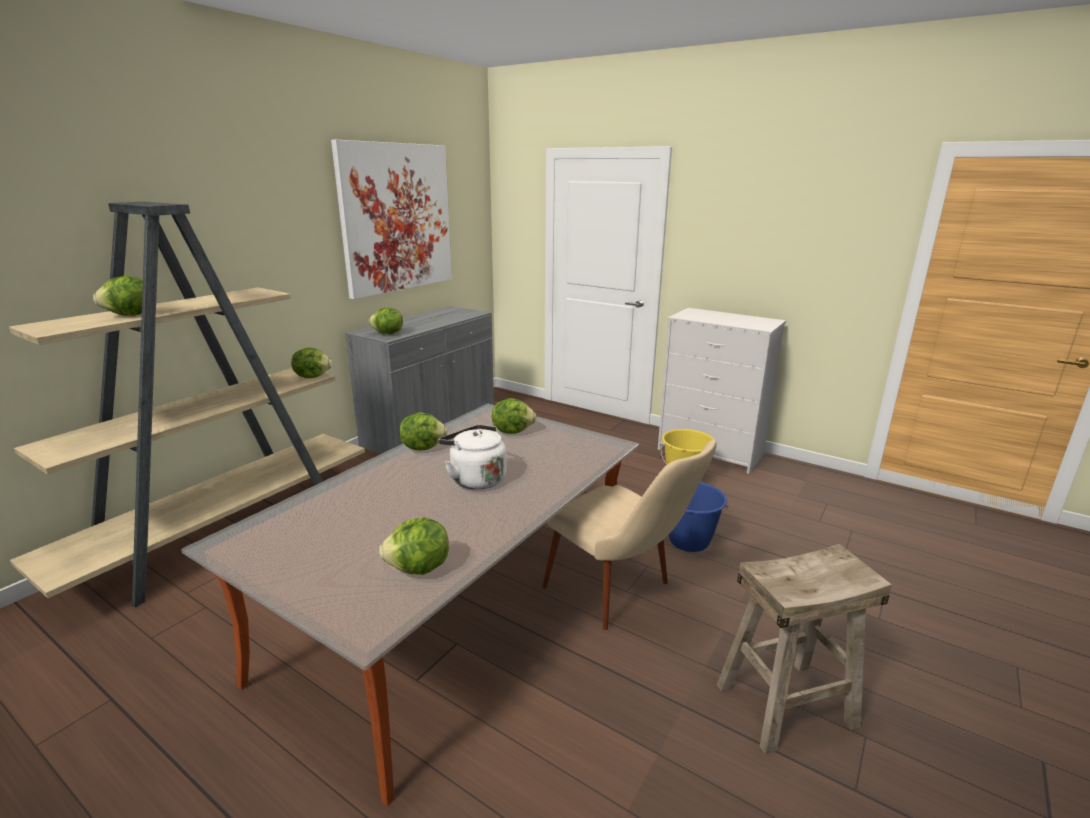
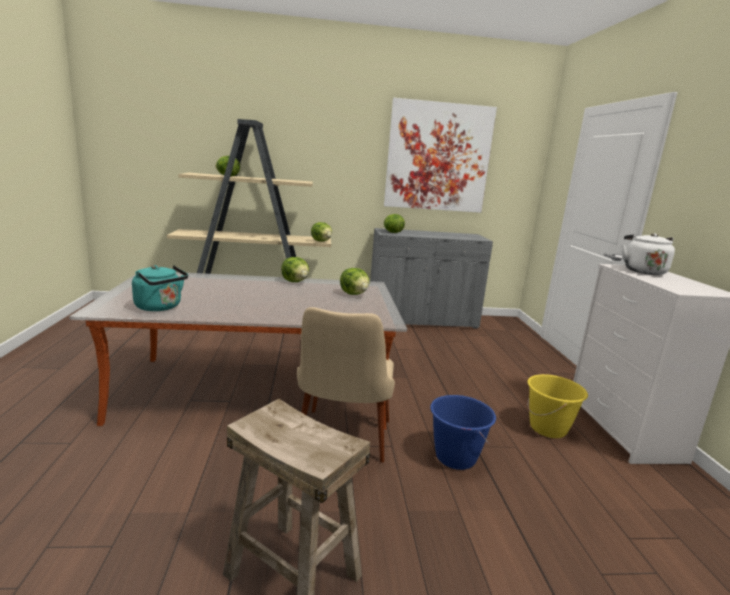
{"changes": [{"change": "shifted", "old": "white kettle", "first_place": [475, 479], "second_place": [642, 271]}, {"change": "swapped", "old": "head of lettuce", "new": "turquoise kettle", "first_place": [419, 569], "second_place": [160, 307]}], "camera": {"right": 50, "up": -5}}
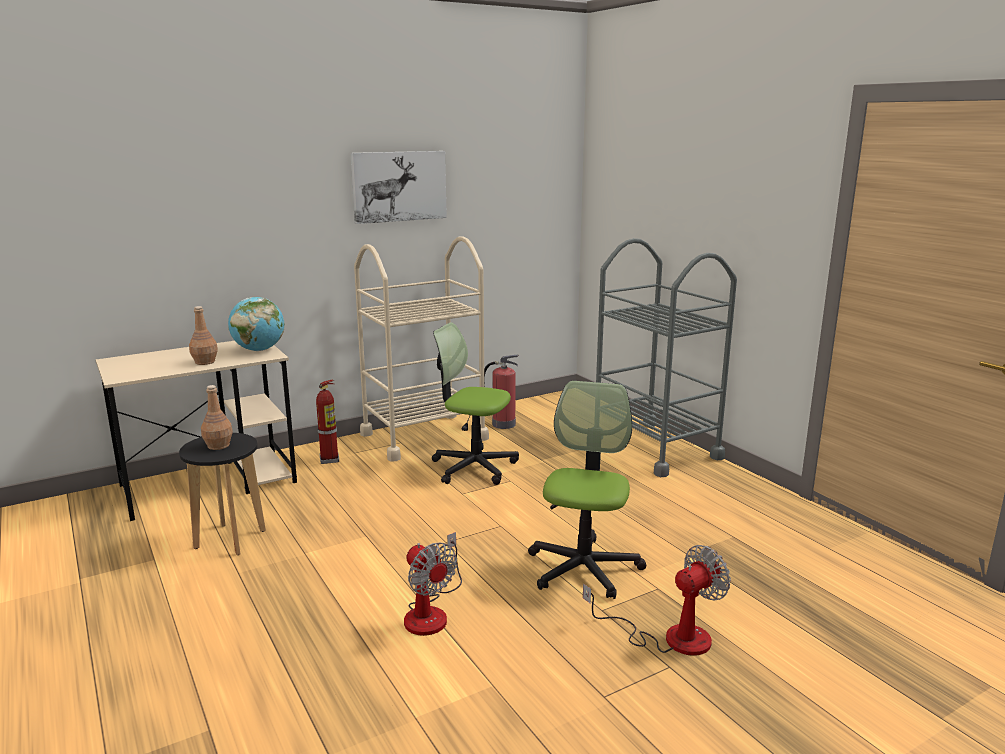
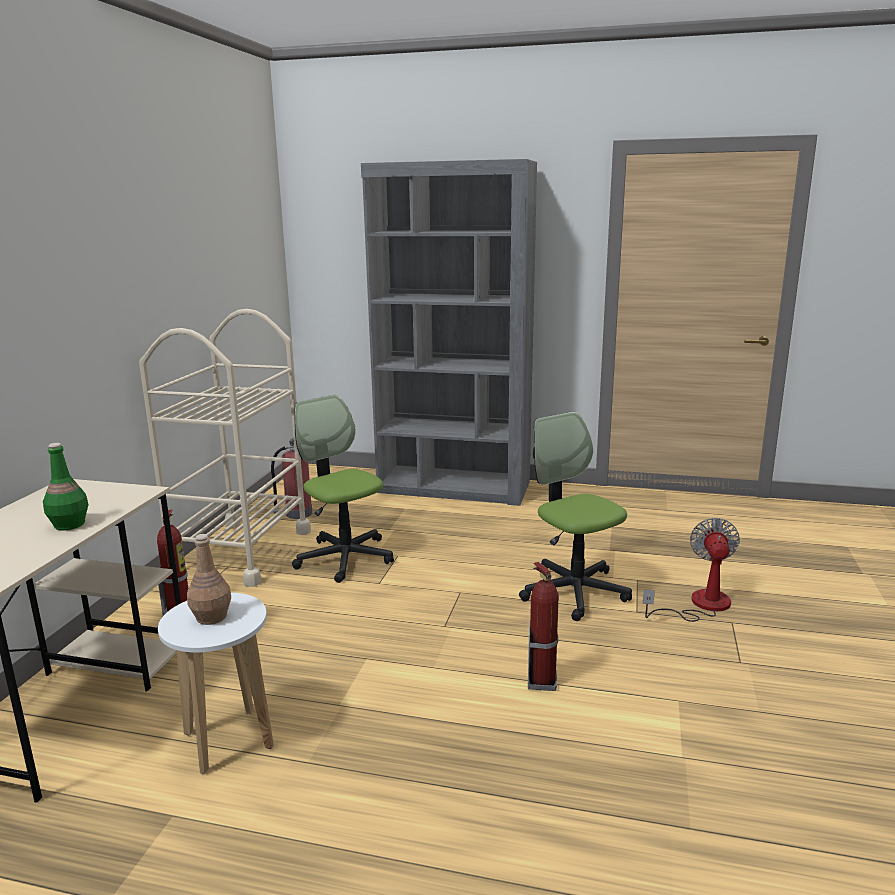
{"changes": [{"change": "gone", "old": "wall art", "first_place": [399, 186]}, {"change": "swapped", "old": "greyish wheeled cart", "new": "greyish bookshelf", "first_place": [655, 448], "second_place": [454, 488]}, {"change": "gone", "old": "desk globe", "first_place": [259, 350]}, {"change": "repainted", "old": "brown-coloured bottle", "new": "green bottle", "first_place": [204, 362], "second_place": [69, 525]}, {"change": "rotated", "old": "computer chair", "first_place": [474, 467], "second_place": [344, 558], "degrees": 75}, {"change": "repainted", "old": "blackish stool seat", "new": "white stool seat", "first_place": [230, 539], "second_place": [228, 741]}, {"change": "swapped", "old": "cooling fan", "new": "fire-fighting cylinder", "first_place": [431, 612], "second_place": [542, 681]}], "camera": {"right": -45, "up": 0}}
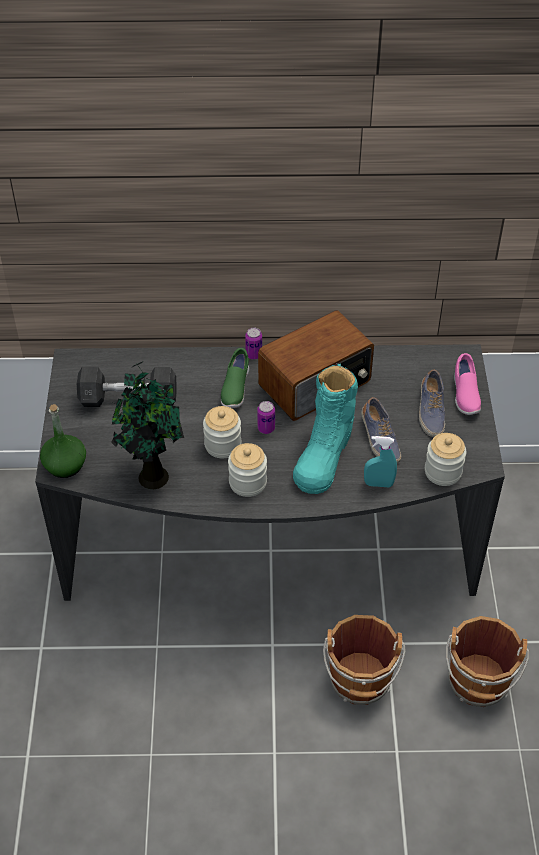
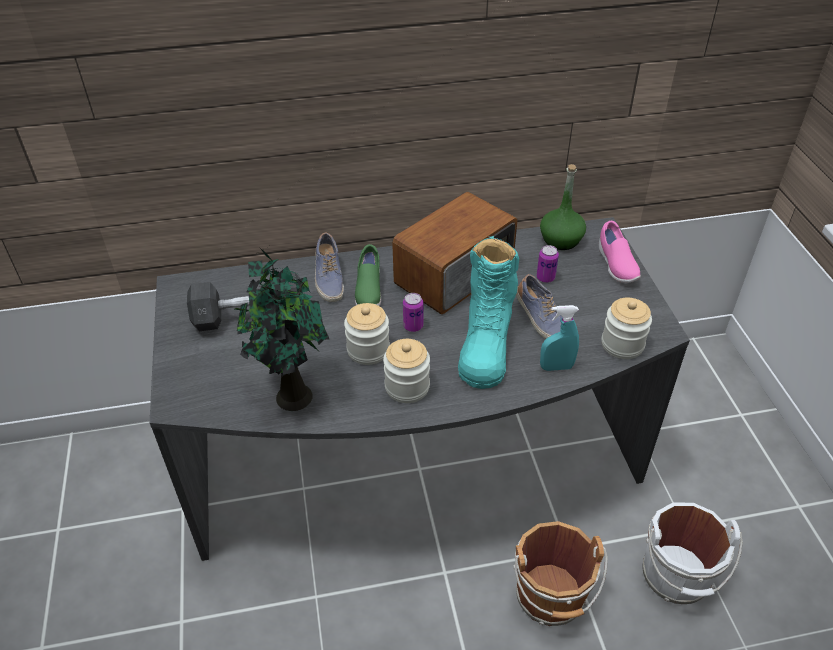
{"changes": [{"change": "shifted", "old": "can", "first_place": [254, 354], "second_place": [545, 278]}, {"change": "shifted", "old": "shoe", "first_place": [430, 411], "second_place": [328, 278]}, {"change": "shifted", "old": "green bottle", "first_place": [65, 465], "second_place": [561, 240]}, {"change": "repainted", "old": "brown-coloured pail", "new": "white pail", "first_place": [478, 684], "second_place": [676, 578]}], "camera": {"right": -10, "up": -5}}
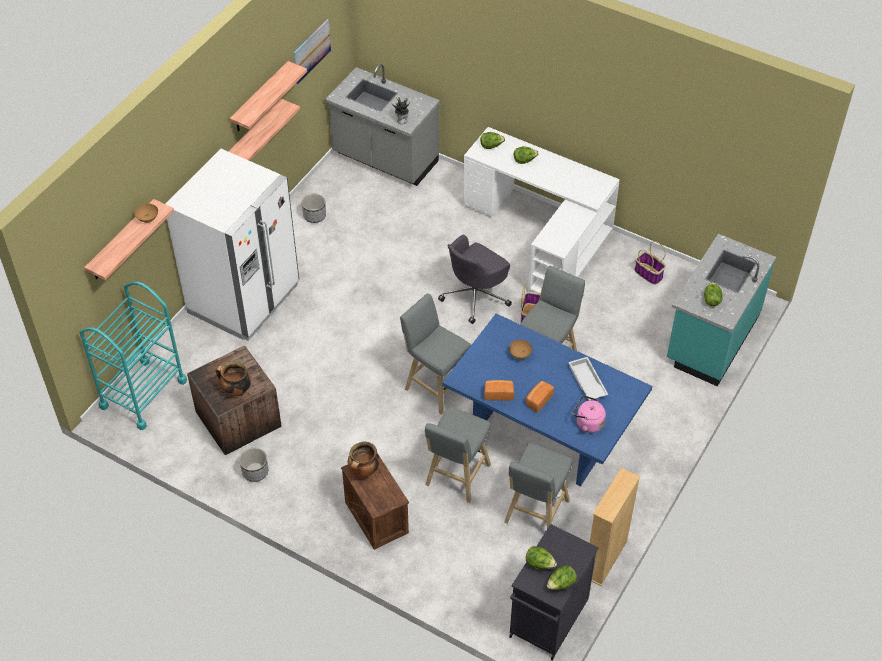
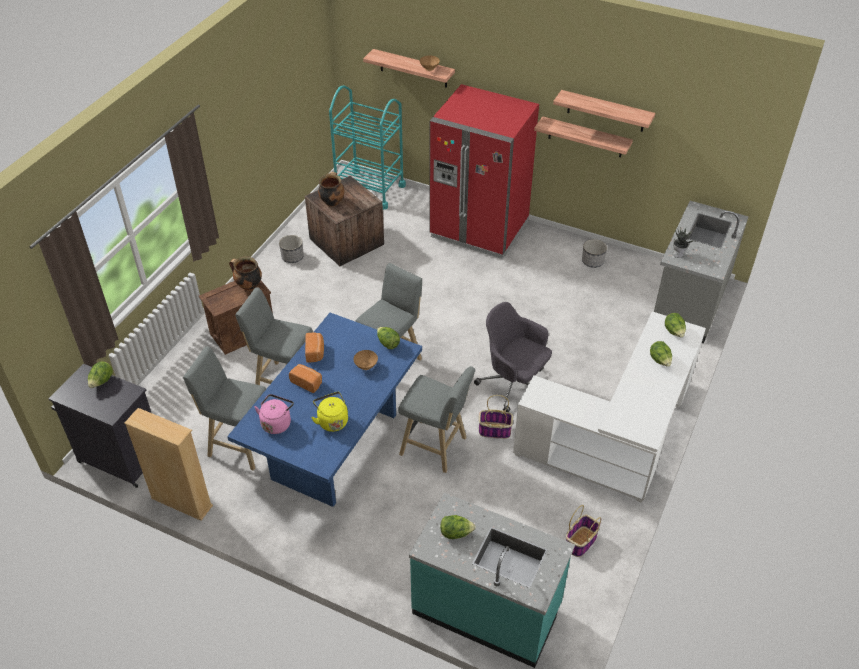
{"changes": [{"change": "gone", "old": "wall art", "first_place": [311, 51]}, {"change": "repainted", "old": "white kitchen fridge", "new": "red-coloured kitchen fridge", "first_place": [244, 299], "second_place": [479, 230]}, {"change": "swapped", "old": "white tray", "new": "yellowish kettle", "first_place": [586, 382], "second_place": [332, 421]}, {"change": "shifted", "old": "head of lettuce", "first_place": [561, 584], "second_place": [388, 343]}], "camera": {"right": 85, "up": -5}}
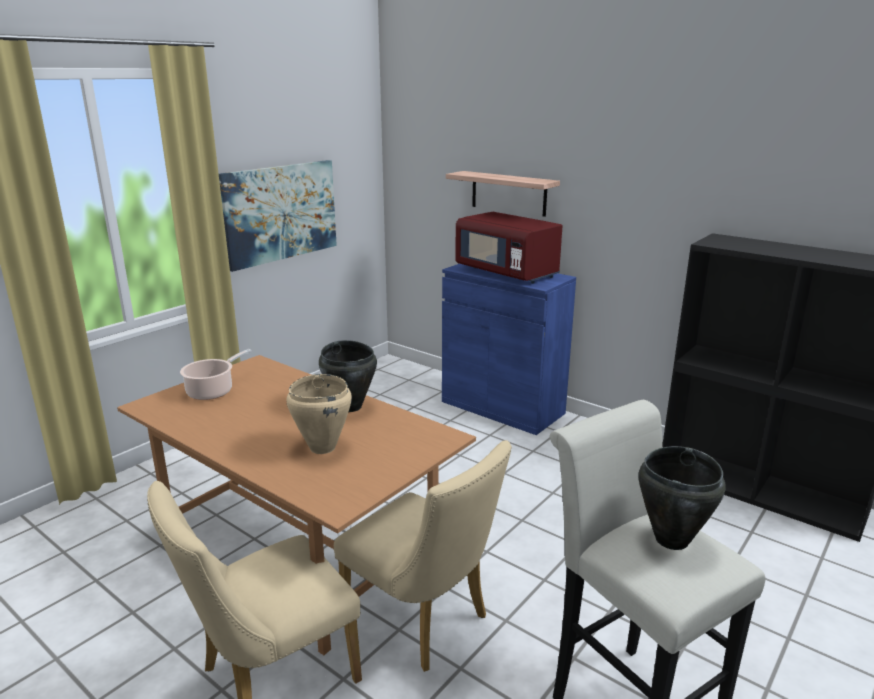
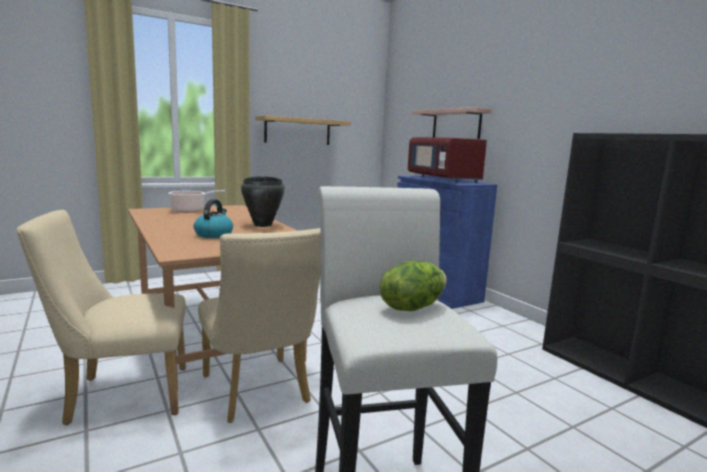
{"changes": [{"change": "swapped", "old": "wall art", "new": "wall shelf", "first_place": [280, 212], "second_place": [298, 131]}, {"change": "swapped", "old": "beige-coloured saucepot", "new": "kettle", "first_place": [322, 448], "second_place": [214, 234]}, {"change": "swapped", "old": "blackish saucepot", "new": "head of lettuce", "first_place": [671, 540], "second_place": [412, 307]}], "camera": {"right": 20, "up": -10}}
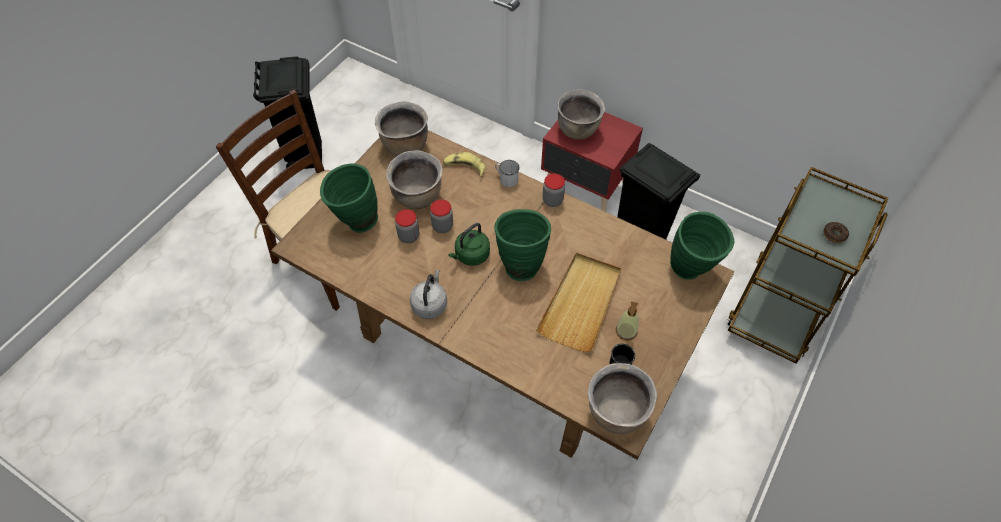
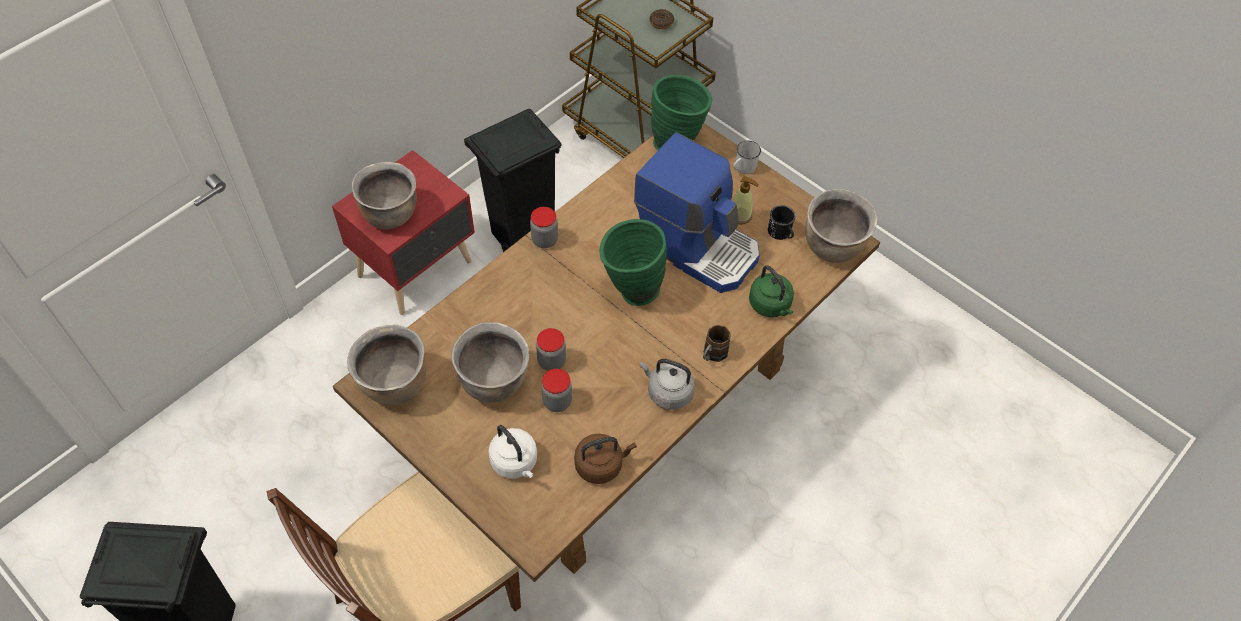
{"changes": [{"change": "gone", "old": "banana fruit", "first_place": [464, 167]}, {"change": "shifted", "old": "white mug", "first_place": [506, 179], "second_place": [743, 168]}, {"change": "swapped", "old": "green decorative vase", "new": "white kettle", "first_place": [355, 222], "second_place": [515, 463]}, {"change": "shifted", "old": "green kettle", "first_place": [470, 255], "second_place": [771, 305]}, {"change": "swapped", "old": "beige-coloured tray", "new": "coffee brewer", "first_place": [581, 303], "second_place": [697, 246]}, {"change": "new", "new": "brown-coloured mug", "second_place": [712, 355]}, {"change": "new", "new": "brown-coloured kettle", "second_place": [601, 465]}], "camera": {"right": -80, "up": 0}}
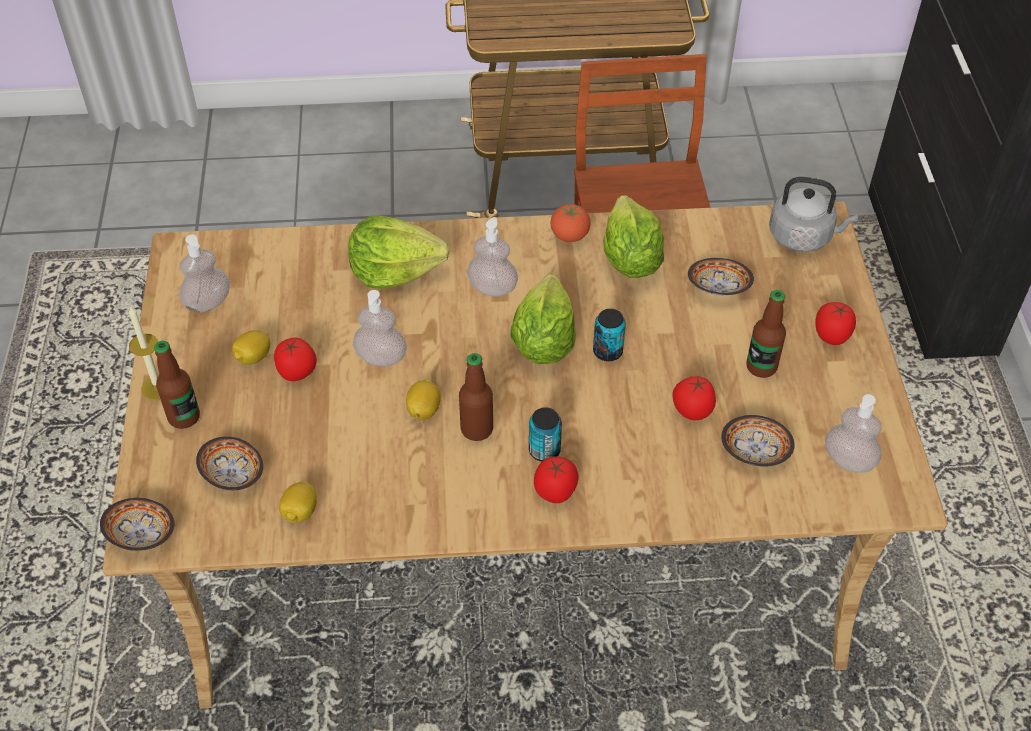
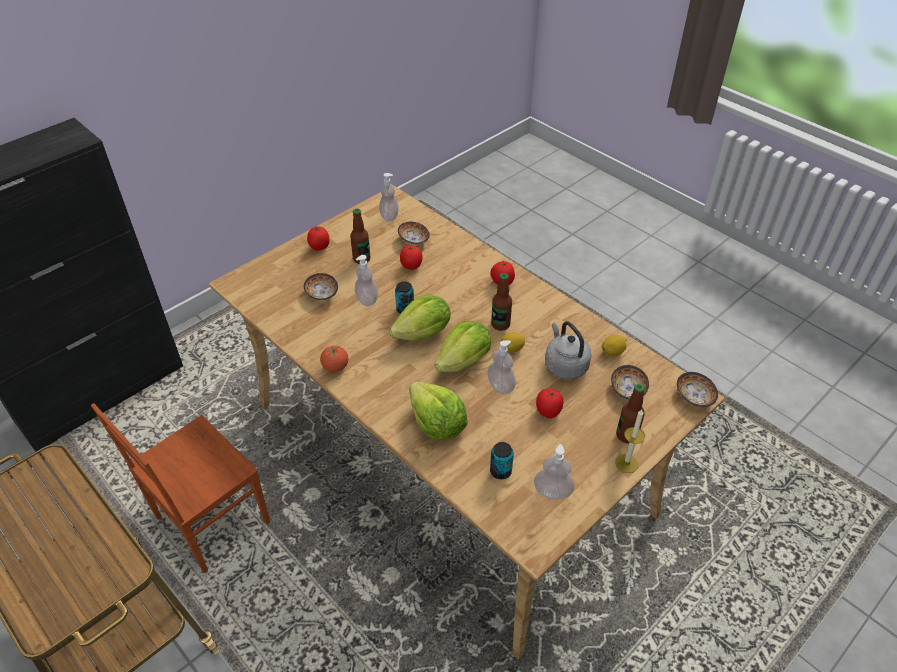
{"changes": [{"change": "shifted", "old": "greyish kettle", "first_place": [803, 236], "second_place": [564, 365]}, {"change": "shifted", "old": "head of lettuce", "first_place": [629, 260], "second_place": [464, 361]}, {"change": "shifted", "old": "liquid soap bottle", "first_place": [492, 288], "second_place": [367, 299]}, {"change": "gone", "old": "citrus fruit", "first_place": [253, 357]}, {"change": "shifted", "old": "can", "first_place": [544, 450], "second_place": [500, 471]}], "camera": {"right": -130, "up": -5}}
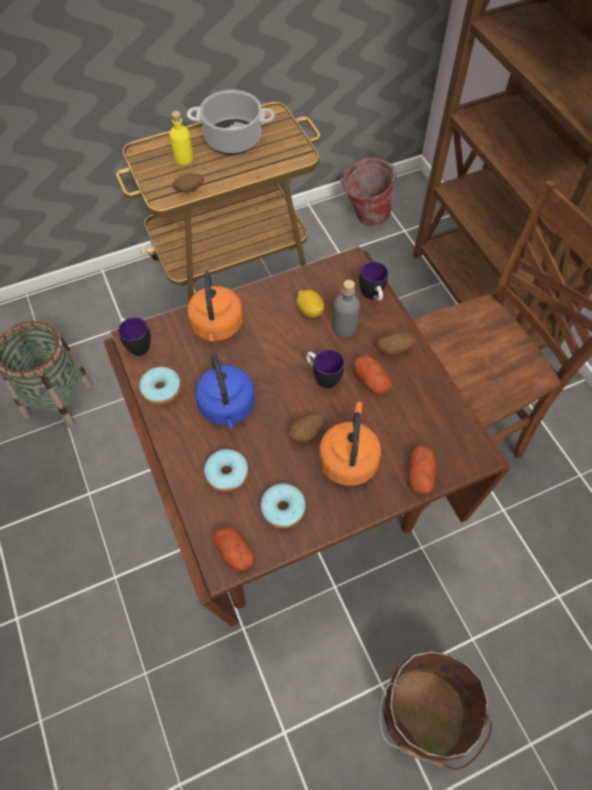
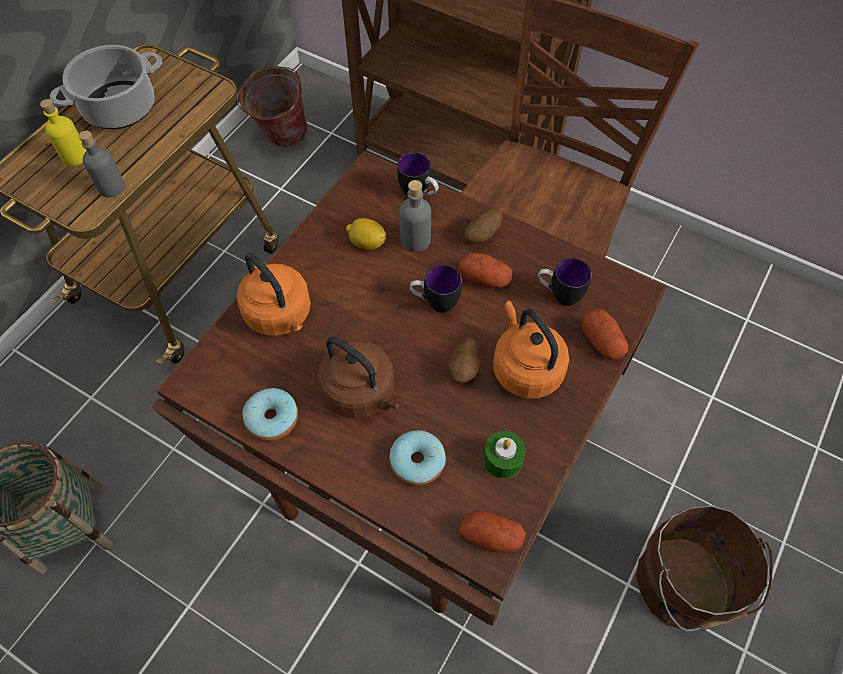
{"changes": [{"change": "swapped", "old": "spud", "new": "greyish bottle", "first_place": [189, 189], "second_place": [111, 187]}, {"change": "shifted", "old": "mug", "first_place": [136, 345], "second_place": [559, 295]}, {"change": "repainted", "old": "bluish kettle", "new": "brown-coloured kettle", "first_place": [227, 408], "second_place": [362, 393]}, {"change": "swapped", "old": "donut", "new": "green candle", "first_place": [283, 509], "second_place": [502, 459]}], "camera": {"right": -35, "up": 0}}
